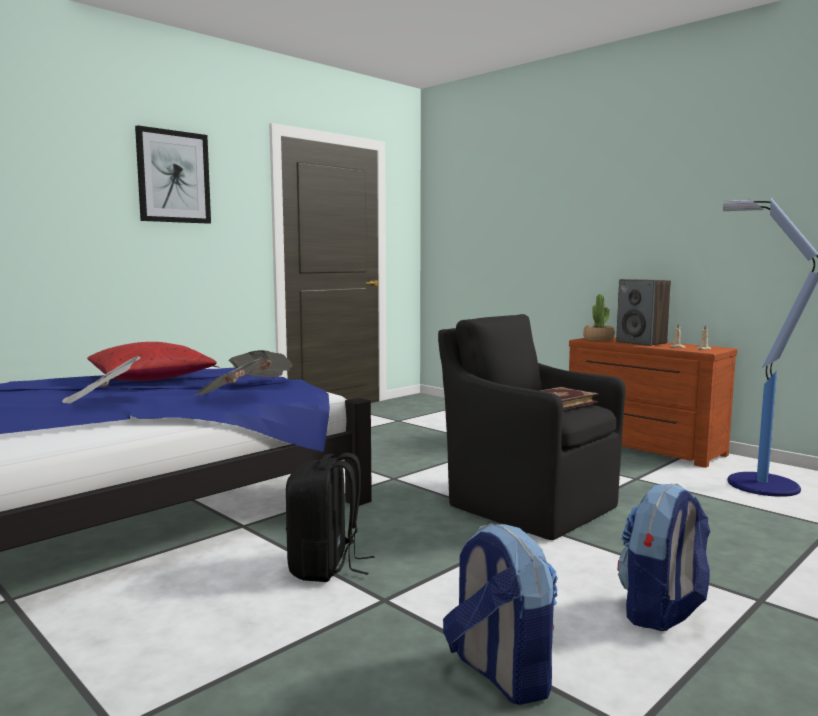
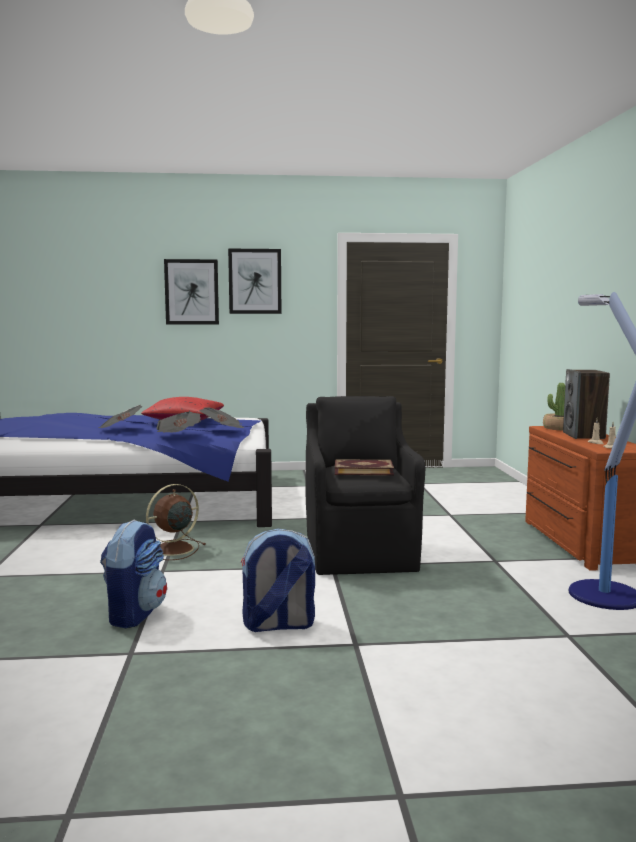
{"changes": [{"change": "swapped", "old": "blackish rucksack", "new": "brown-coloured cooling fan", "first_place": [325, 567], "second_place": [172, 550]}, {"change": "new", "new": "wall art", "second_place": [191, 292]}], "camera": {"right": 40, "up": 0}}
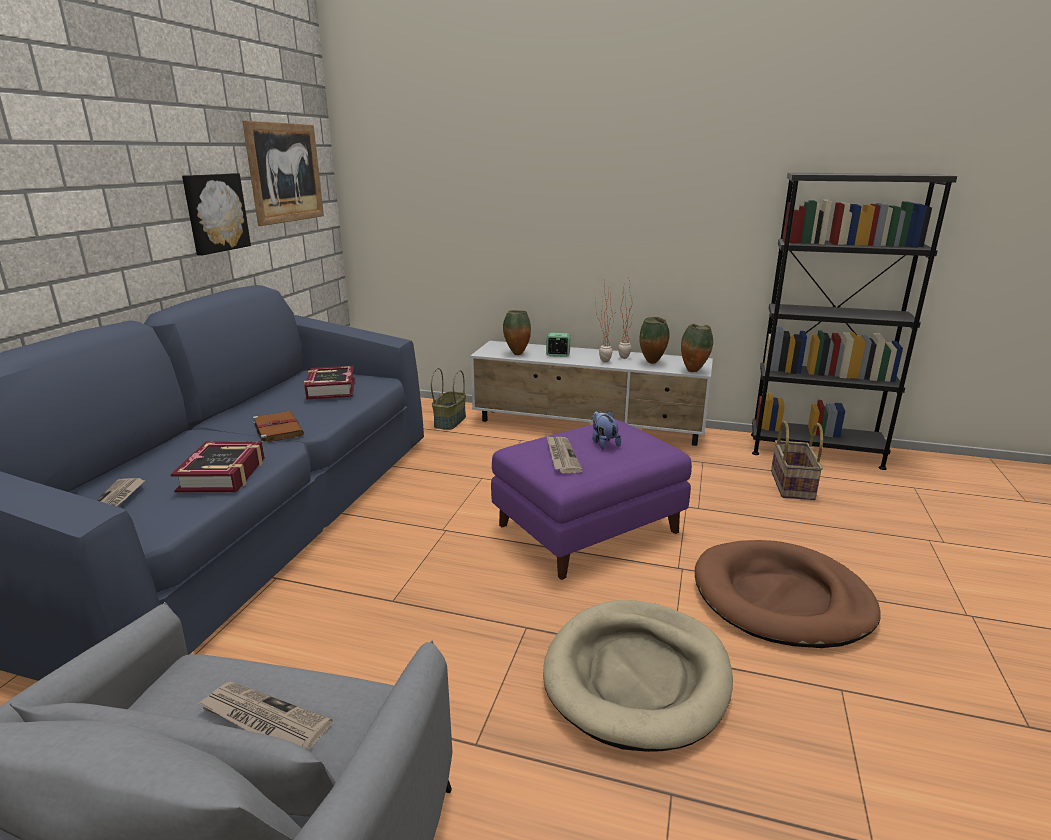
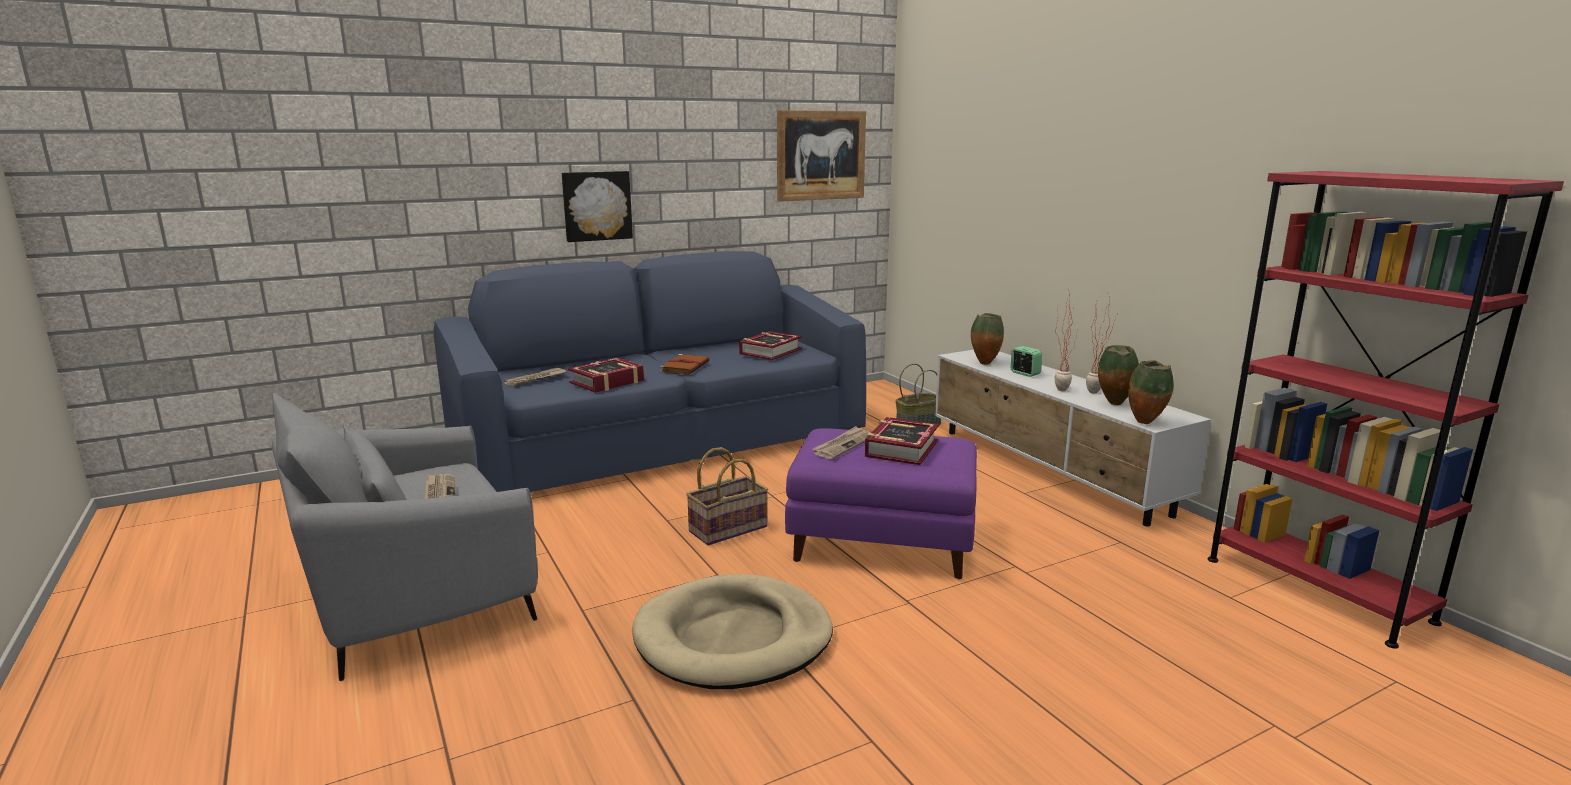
{"changes": [{"change": "shifted", "old": "wall art", "first_place": [215, 213], "second_place": [597, 206]}, {"change": "repainted", "old": "blackish bookshelf", "new": "red-coloured bookshelf", "first_place": [814, 451], "second_place": [1316, 589]}, {"change": "swapped", "old": "plush toy", "new": "volume", "first_place": [603, 443], "second_place": [901, 449]}, {"change": "shifted", "old": "household basket", "first_place": [791, 485], "second_place": [727, 528]}, {"change": "gone", "old": "brown-coloured dog cushion", "first_place": [781, 598]}], "camera": {"right": 45, "up": -5}}
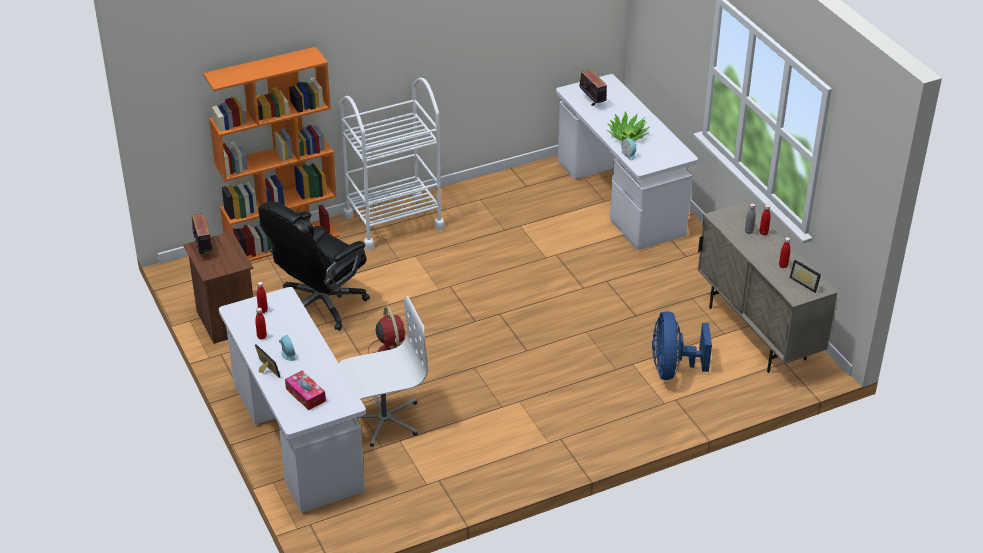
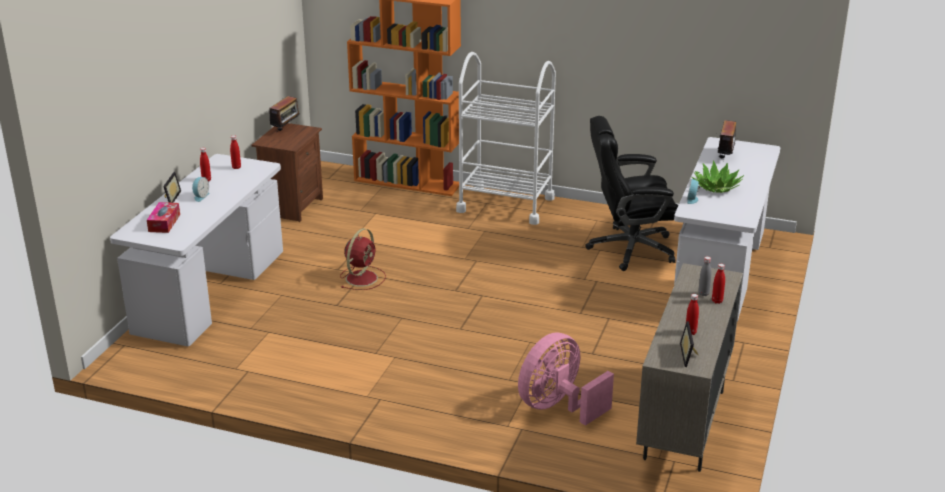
{"changes": [{"change": "shifted", "old": "blackish computer chair", "first_place": [320, 304], "second_place": [629, 249]}, {"change": "gone", "old": "white computer chair", "first_place": [383, 419]}, {"change": "repainted", "old": "bluish cooling fan", "new": "pink-coloured cooling fan", "first_place": [673, 369], "second_place": [558, 407]}], "camera": {"right": 45, "up": -10}}
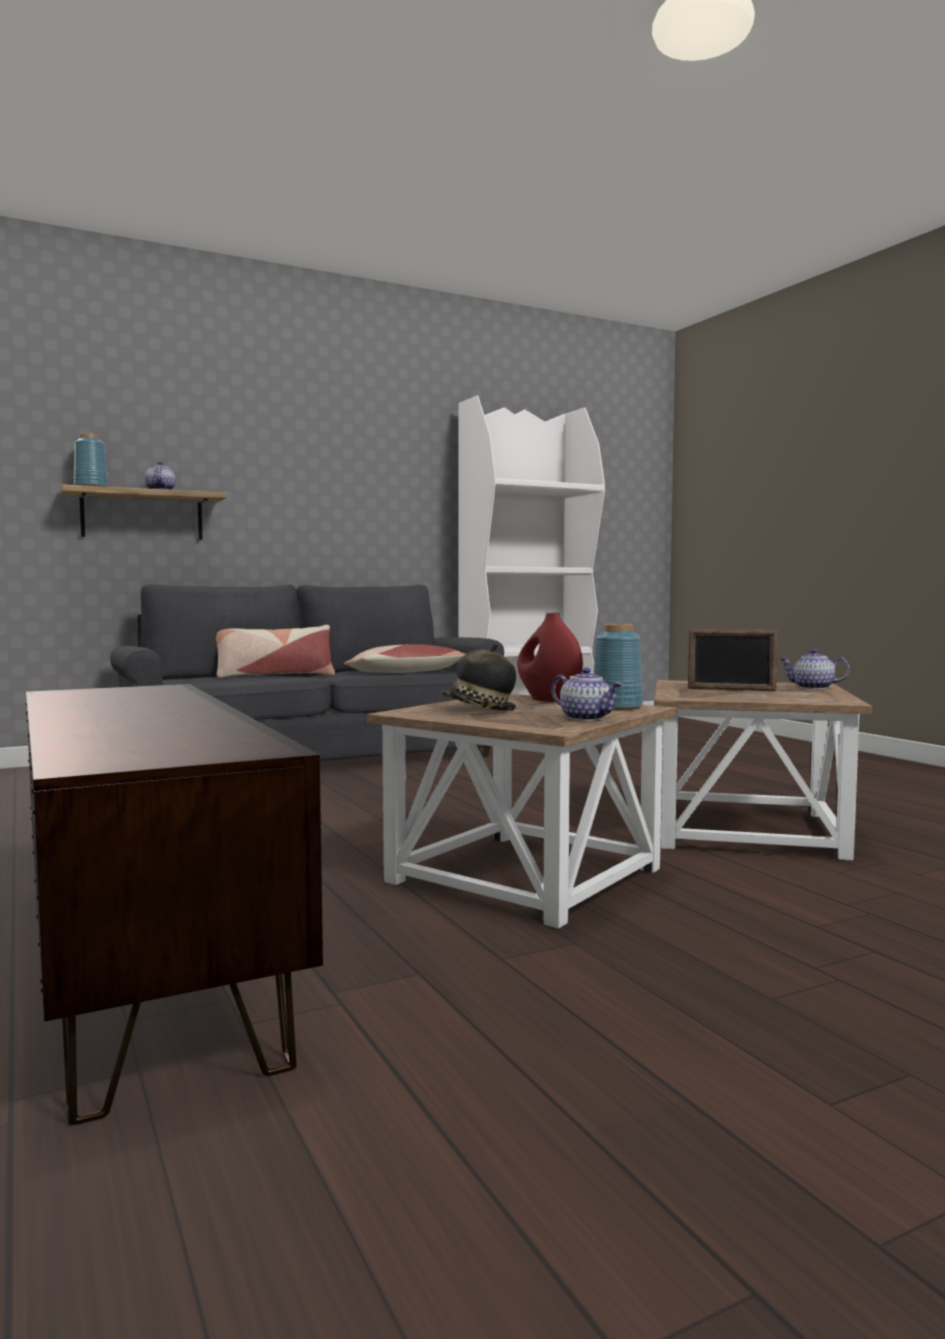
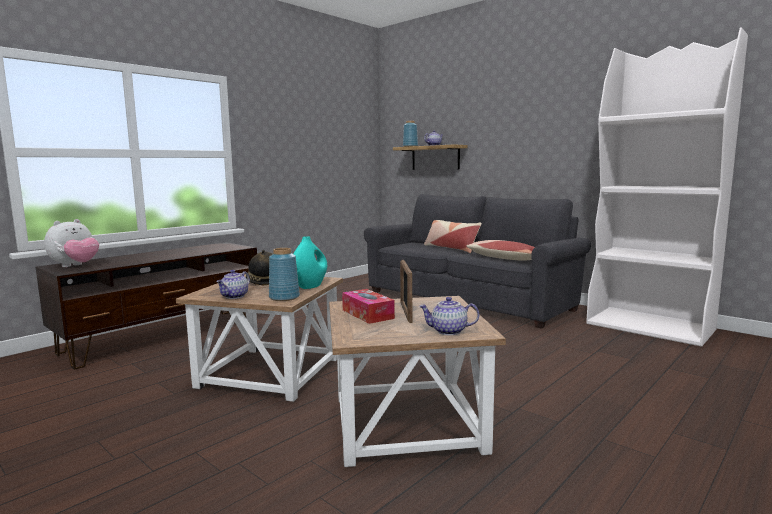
{"changes": [{"change": "repainted", "old": "red-coloured decorative vase", "new": "turquoise decorative vase", "first_place": [548, 700], "second_place": [310, 286]}, {"change": "rotated", "old": "pot for tea", "first_place": [812, 688], "second_place": [448, 331], "degrees": -90}, {"change": "new", "new": "plush toy", "second_place": [75, 266]}, {"change": "new", "new": "box of tissues", "second_place": [367, 314]}], "camera": {"right": 70, "up": 5}}
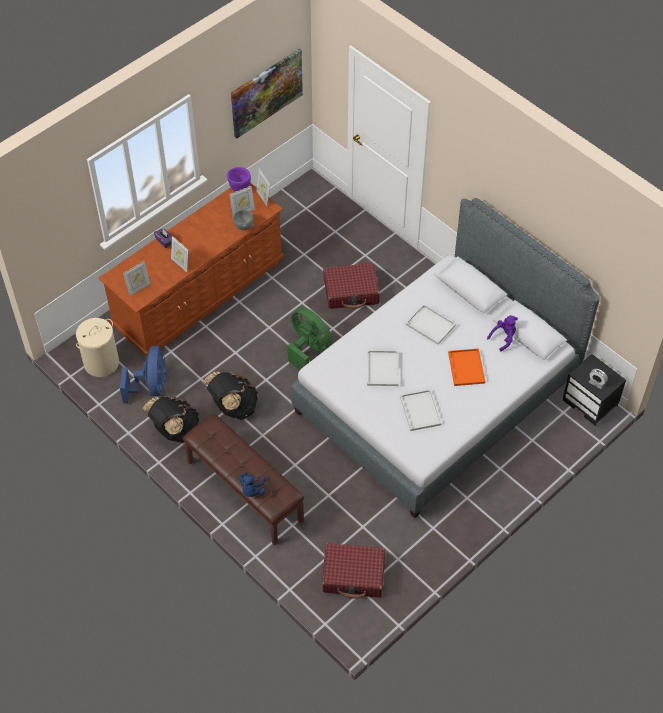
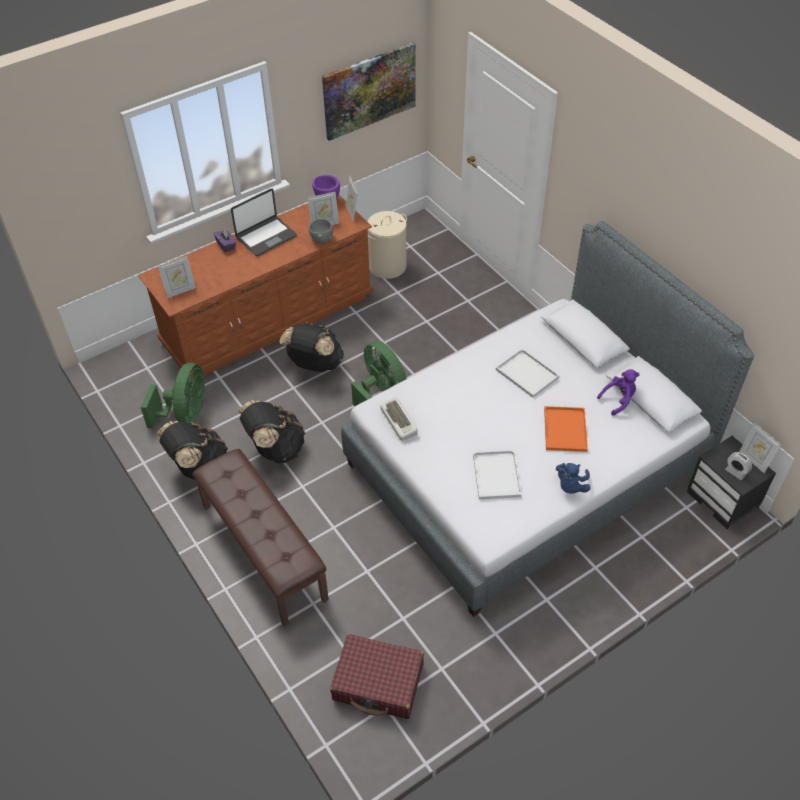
{"changes": [{"change": "shifted", "old": "picture frame", "first_place": [180, 264], "second_place": [753, 460]}, {"change": "gone", "old": "red-coloured suitcase", "first_place": [351, 291]}, {"change": "shifted", "old": "beige-coloured laundry basket", "first_place": [101, 362], "second_place": [387, 266]}, {"change": "repainted", "old": "bluish cooling fan", "new": "green cooling fan", "first_place": [151, 387], "second_place": [185, 414]}, {"change": "gone", "old": "white tray", "first_place": [383, 369]}, {"change": "shifted", "old": "bluish plush toy", "first_place": [252, 490], "second_place": [570, 486]}, {"change": "new", "new": "notebook computer", "second_place": [265, 236]}, {"change": "new", "new": "blackish rucksack", "second_place": [314, 365]}, {"change": "new", "new": "PC keyboard", "second_place": [400, 421]}], "camera": {"right": 10, "up": -5}}
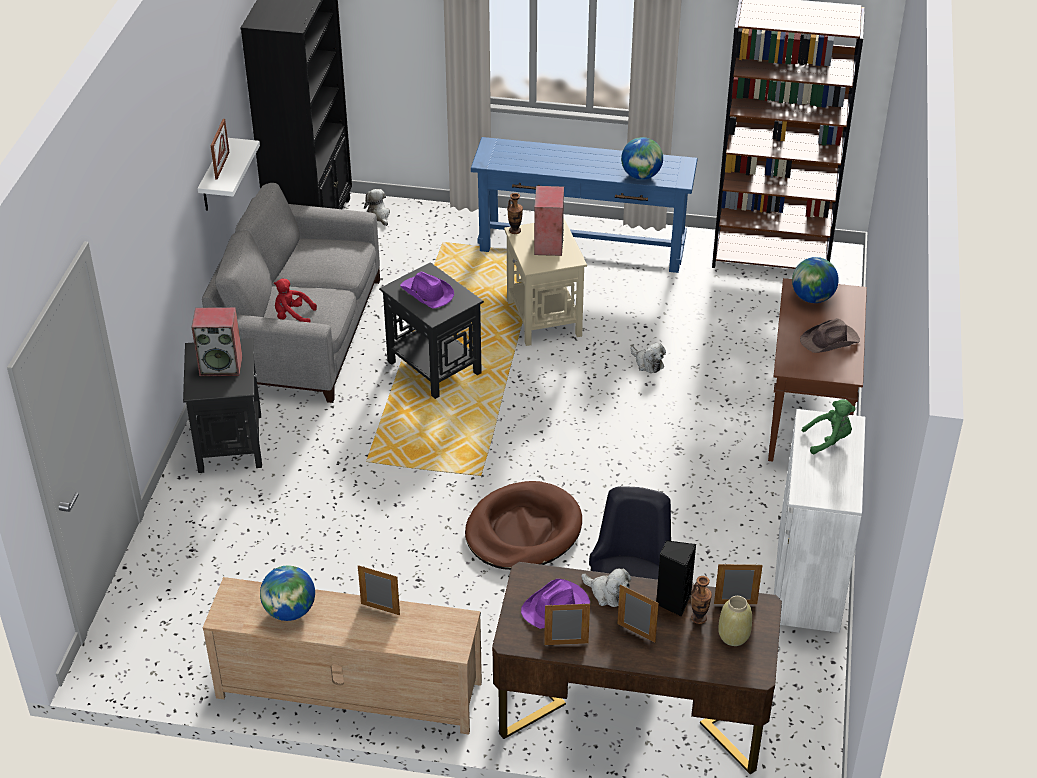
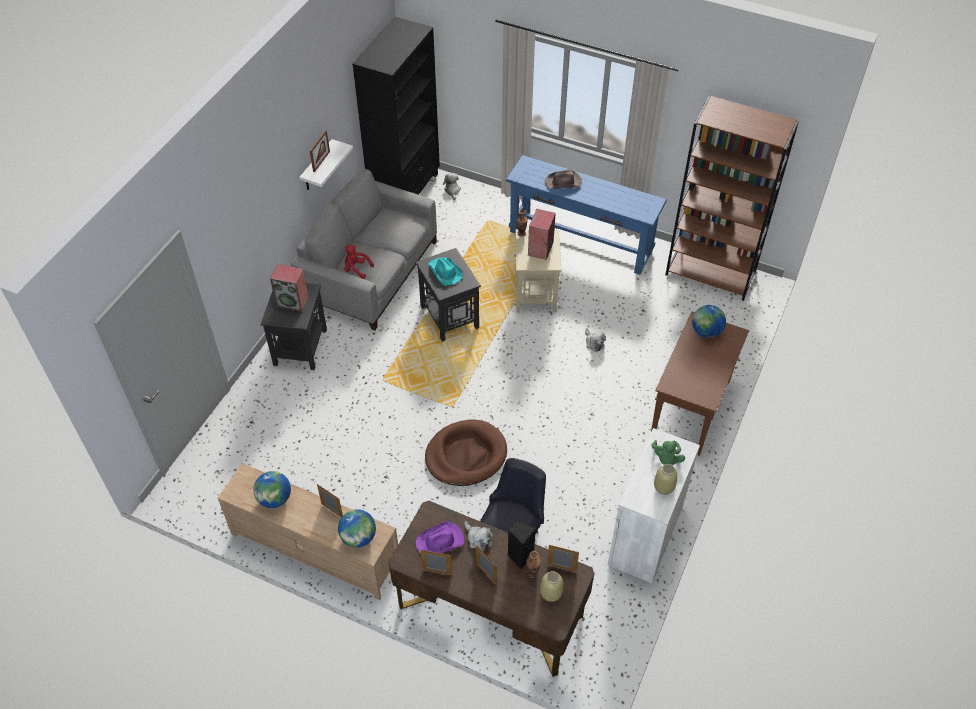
{"changes": [{"change": "shifted", "old": "desk globe", "first_place": [641, 176], "second_place": [358, 537]}, {"change": "repainted", "old": "purple clothing hat", "new": "turquoise clothing hat", "first_place": [427, 293], "second_place": [445, 272]}, {"change": "shifted", "old": "brown-coloured clothing hat", "first_place": [830, 340], "second_place": [563, 182]}, {"change": "rotated", "old": "green plush toy", "first_place": [829, 440], "second_place": [666, 459], "degrees": 90}, {"change": "new", "new": "beige-coloured decorative vase", "second_place": [664, 487]}], "camera": {"right": 15, "up": 10}}
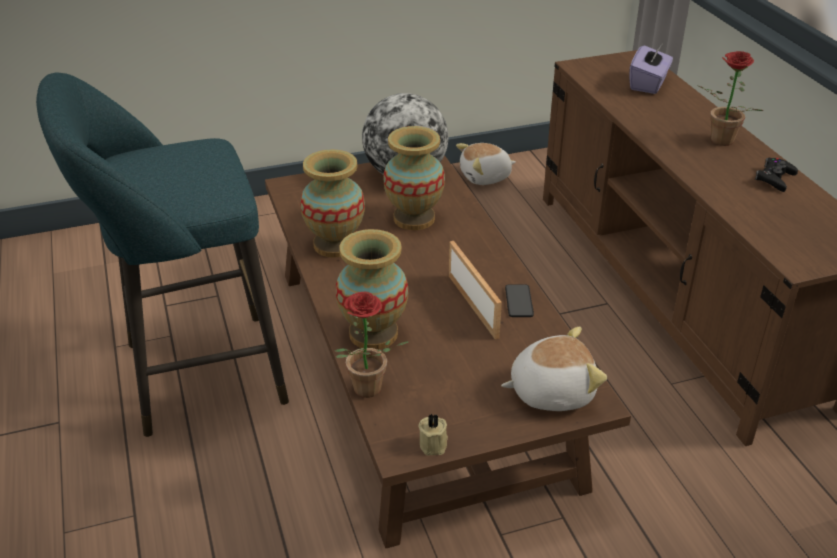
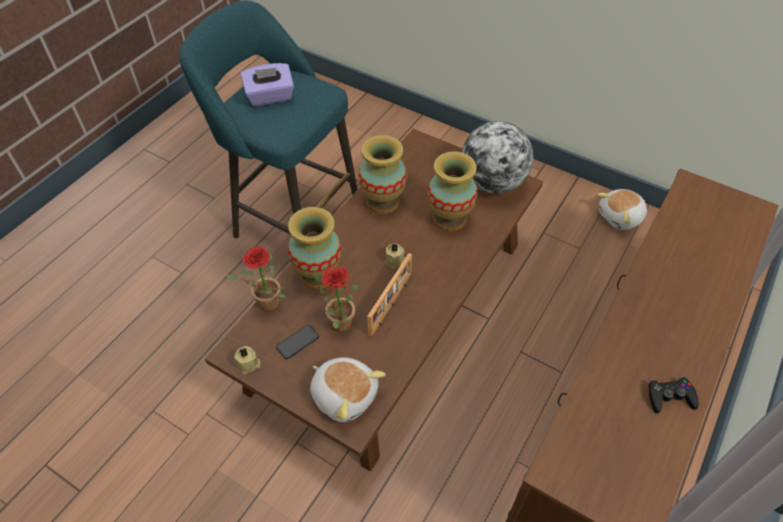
{"changes": [{"change": "shifted", "old": "purple box of tissues", "first_place": [648, 84], "second_place": [270, 97]}, {"change": "shifted", "old": "plant in a pot", "first_place": [718, 141], "second_place": [337, 322]}, {"change": "rotated", "old": "plush toy", "first_place": [485, 177], "second_place": [621, 217], "degrees": -60}, {"change": "shifted", "old": "telephone", "first_place": [519, 302], "second_place": [297, 342]}, {"change": "new", "new": "beige-coloured candle", "second_place": [395, 261]}], "camera": {"right": 50, "up": 15}}
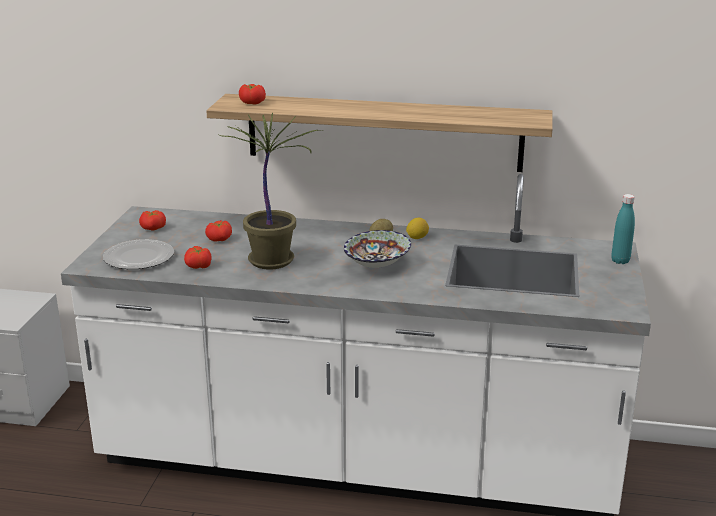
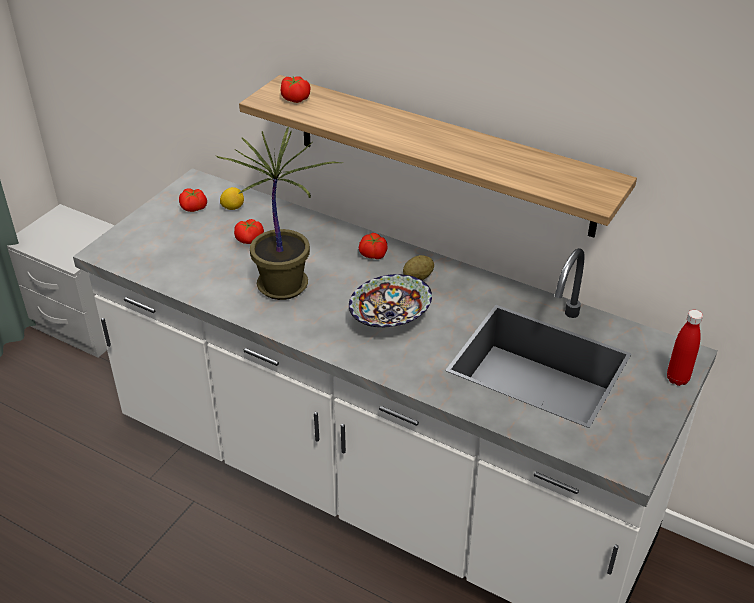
{"changes": [{"change": "repainted", "old": "turquoise bottle", "new": "red-coloured bottle", "first_place": [620, 261], "second_place": [677, 379]}, {"change": "shifted", "old": "citrus fruit", "first_place": [417, 238], "second_place": [233, 207]}, {"change": "gone", "old": "flat dish", "first_place": [139, 258]}, {"change": "shifted", "old": "whole tomato", "first_place": [198, 266], "second_place": [373, 254]}], "camera": {"right": 20, "up": 15}}
